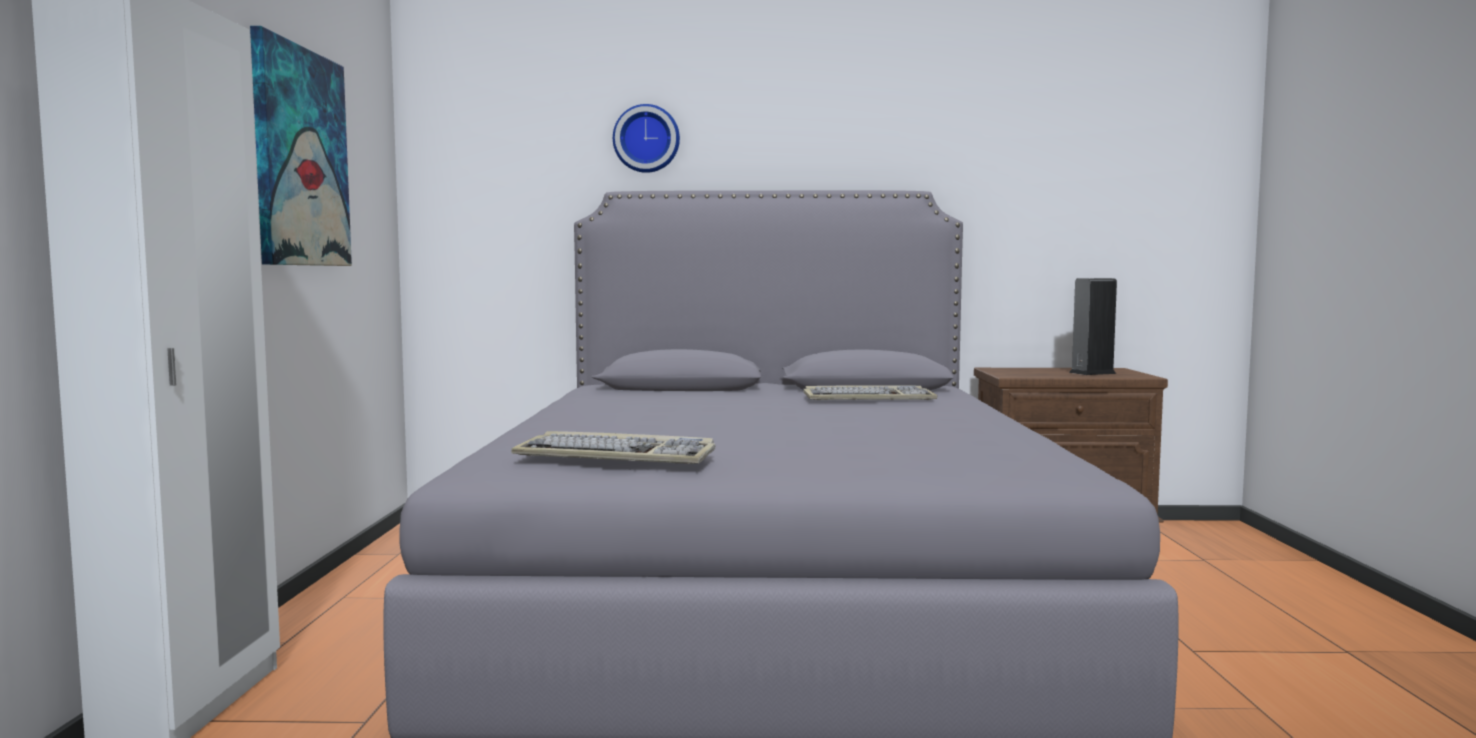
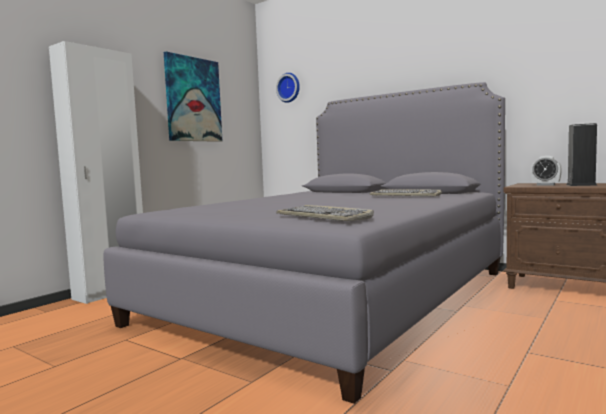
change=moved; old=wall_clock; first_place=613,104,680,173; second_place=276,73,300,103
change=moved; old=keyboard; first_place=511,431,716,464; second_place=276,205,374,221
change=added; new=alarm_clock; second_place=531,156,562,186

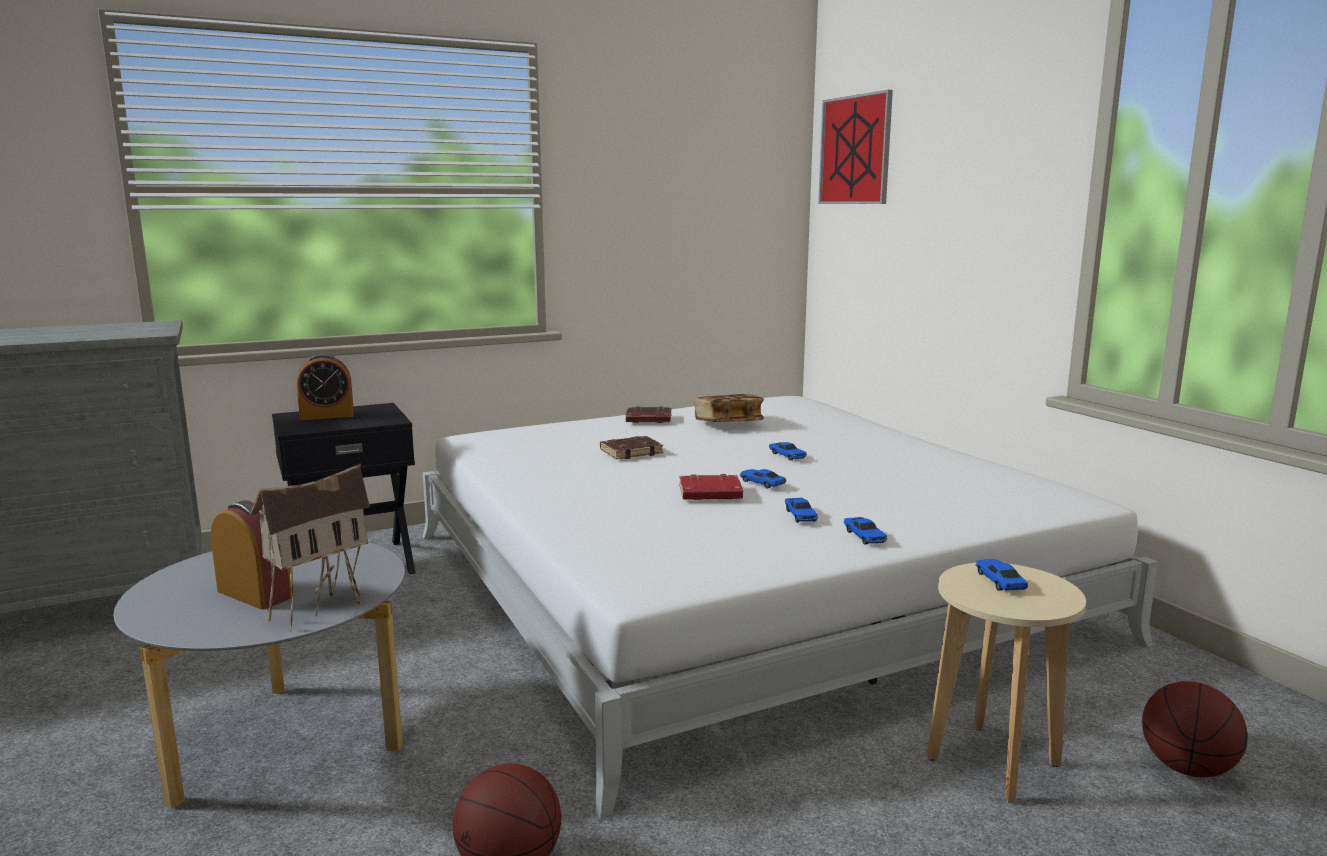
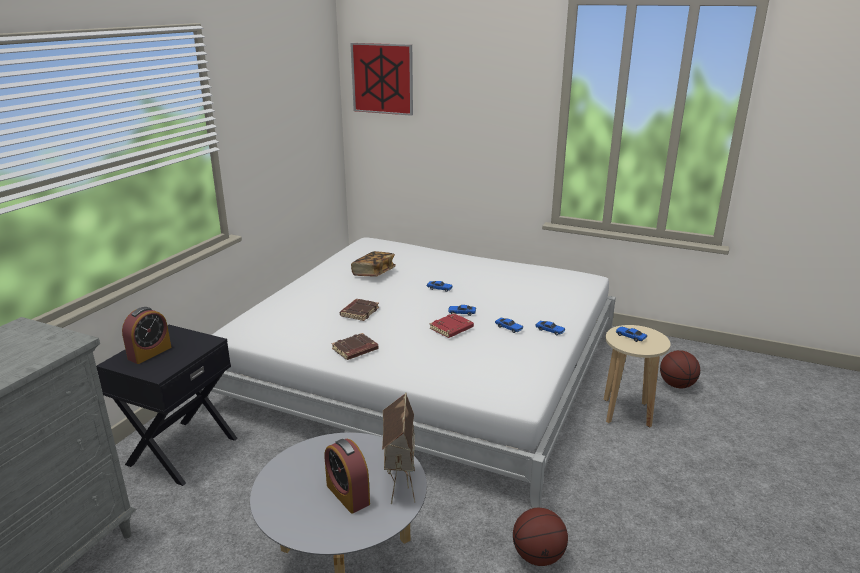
change=turned; old=alarm_clock; first_place=211,500,292,610; second_place=325,439,370,514; degrees=-120
change=moved; old=brown_book; first_place=626,406,672,423; second_place=332,333,379,360

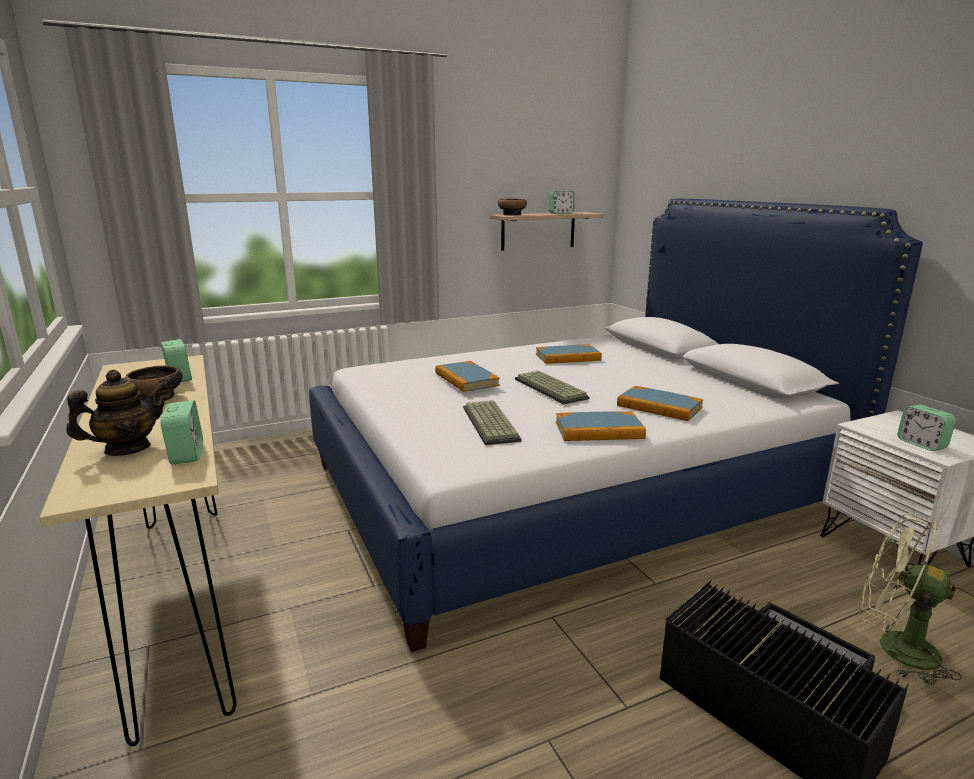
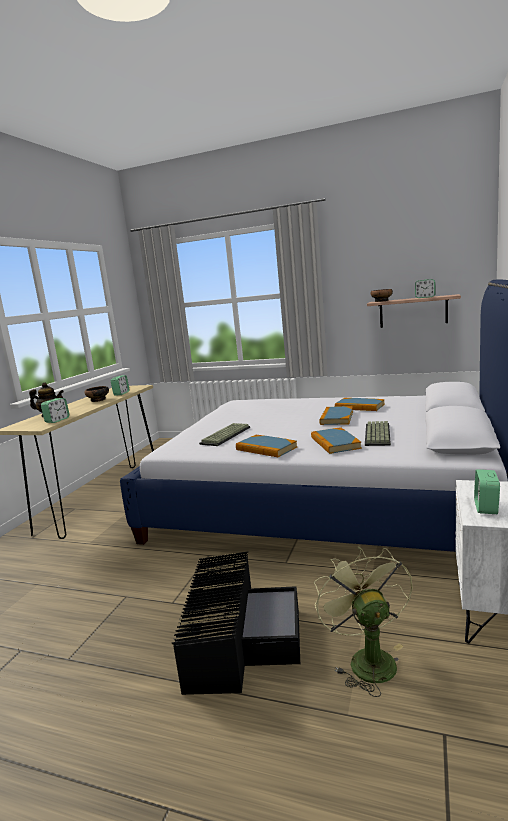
change=moved; old=book; first_place=435,361,500,392; second_place=319,406,353,425
change=moved; old=keyboard; first_place=515,371,590,404; second_place=365,421,391,446

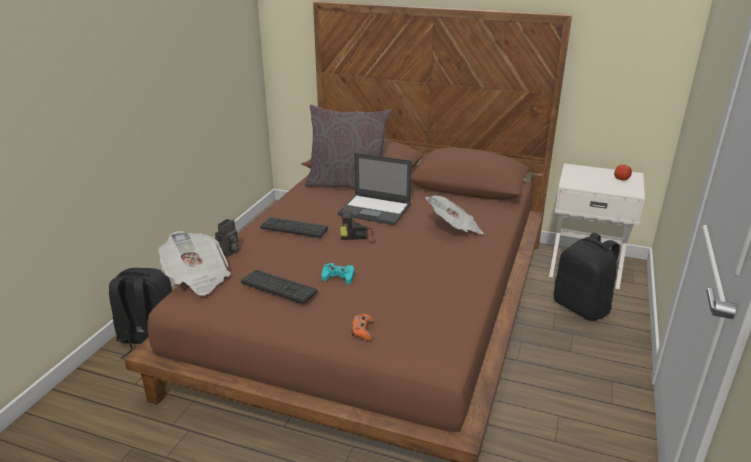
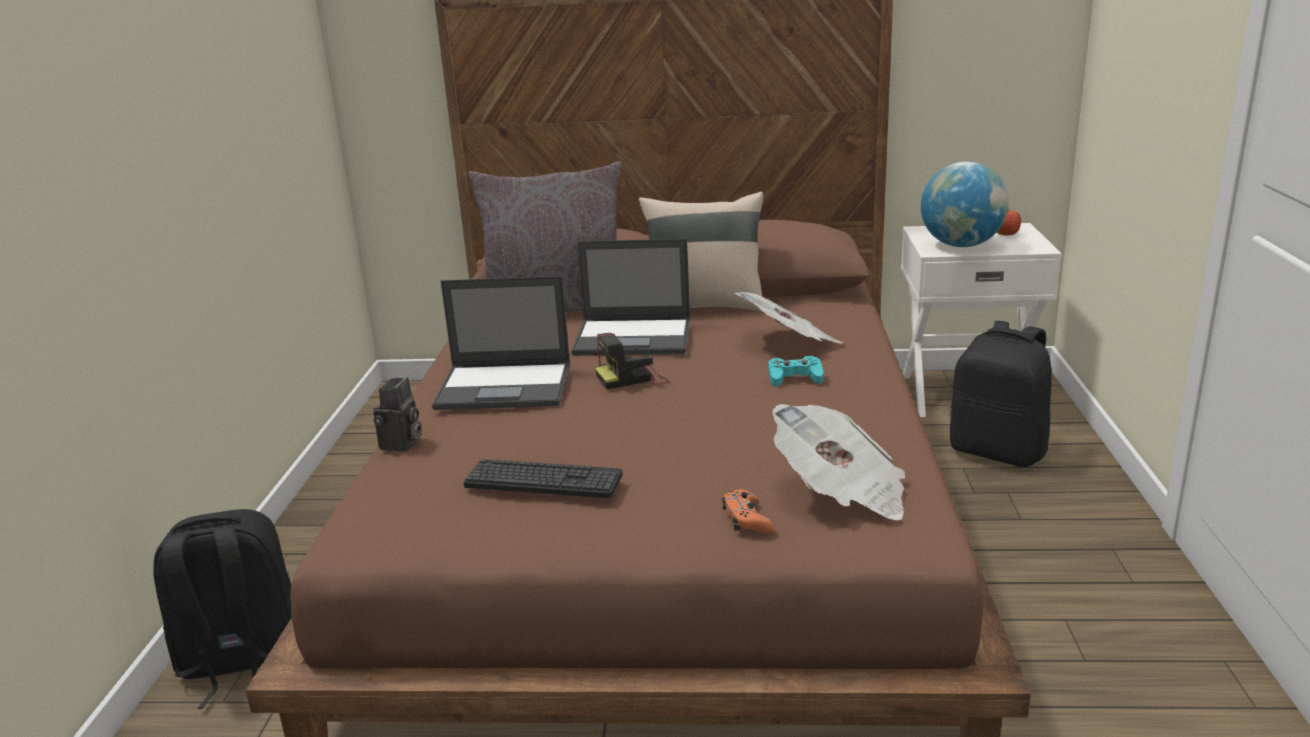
change=replaced; old=keyboard; new=laptop; first_place=260,217,328,238; second_place=432,276,570,410
change=added; new=beige_pillow; second_place=639,192,763,312
change=moved; old=turquoise_game_controller; first_place=321,263,354,284; second_place=768,356,824,387
change=moved; old=newspaper; first_place=158,231,231,296; second_place=773,404,905,520
change=added; new=globe; second_place=921,162,1009,247

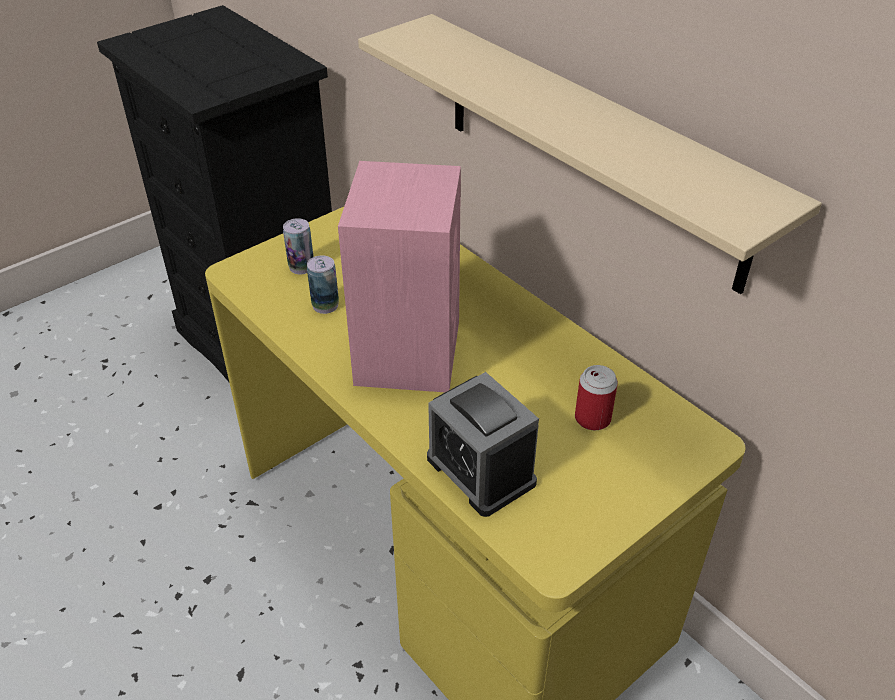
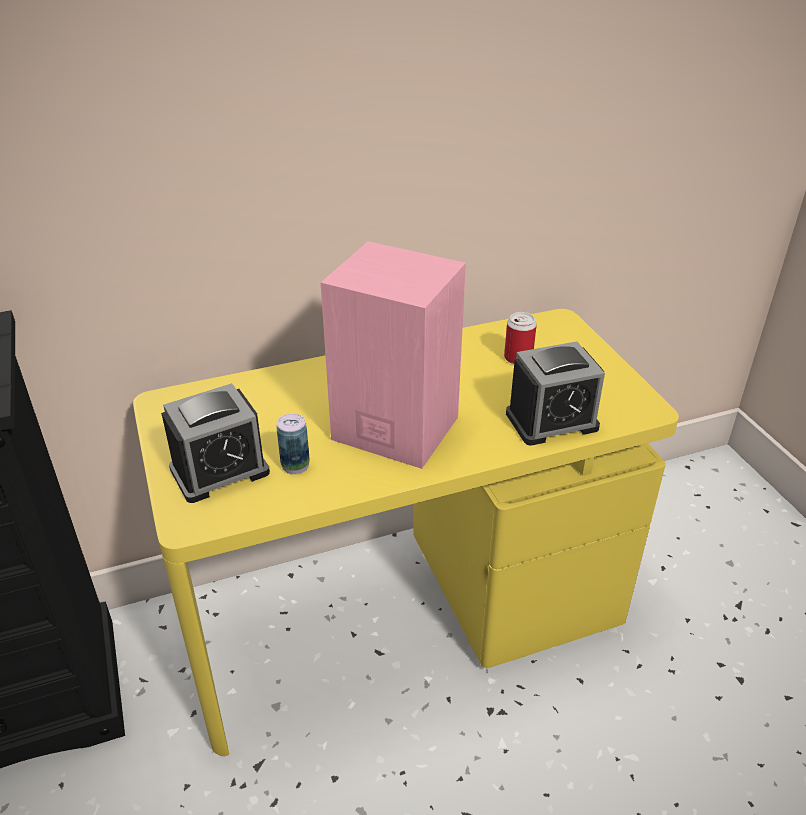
change=replaced; old=can; new=alarm_clock; first_place=283,218,314,274; second_place=161,383,270,503
change=removed; old=beige_shelf; first_place=358,14,822,294

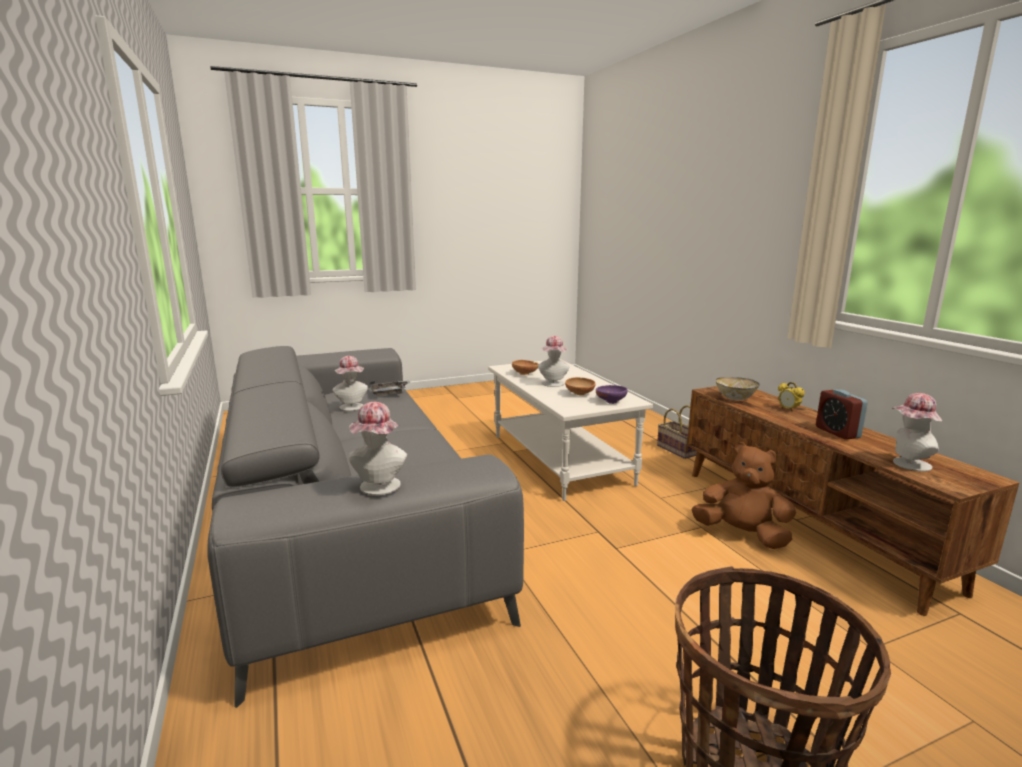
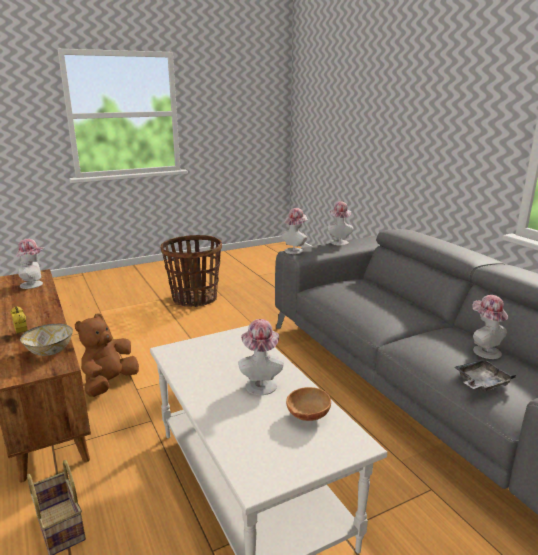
change=turned; old=brown_plush_toy; first_place=691,442,796,549; second_place=75,313,139,397; degrees=90
change=added; new=hat; second_place=282,208,308,254
change=removed; old=brown_bowl; first_place=565,377,596,395
change=removed; old=purple_bowl; first_place=596,385,628,404
change=removed; old=alarm_clock; first_place=816,389,868,440

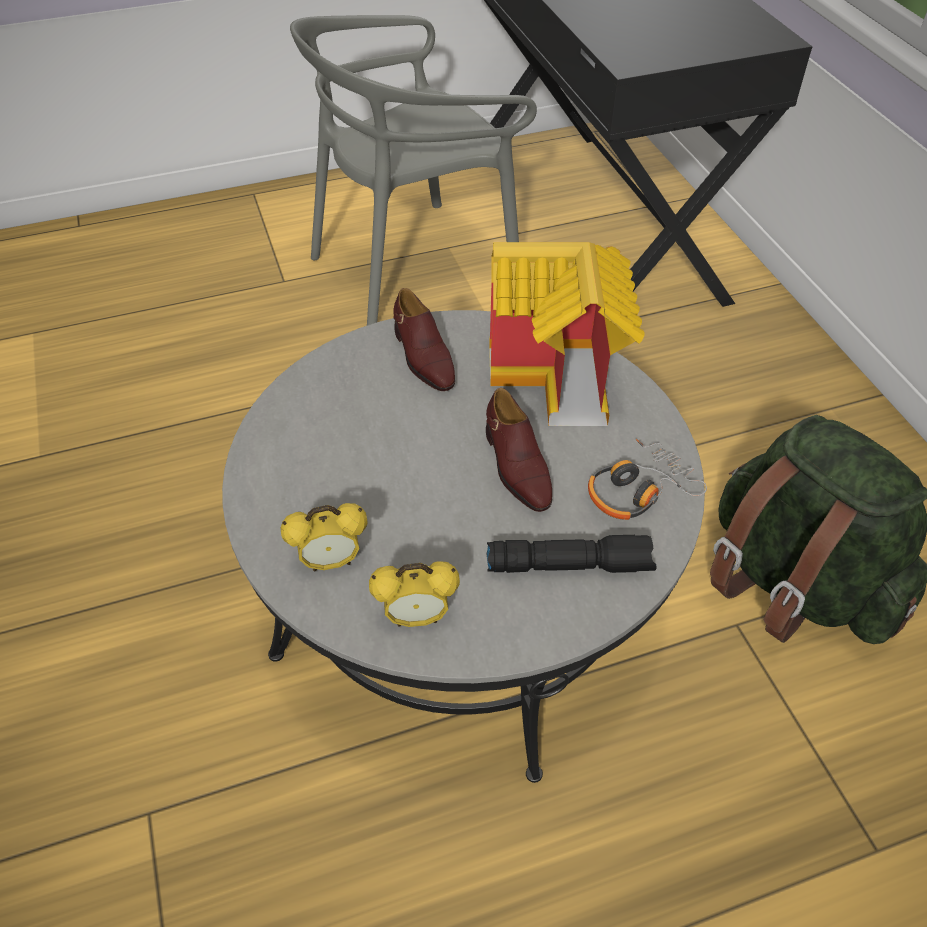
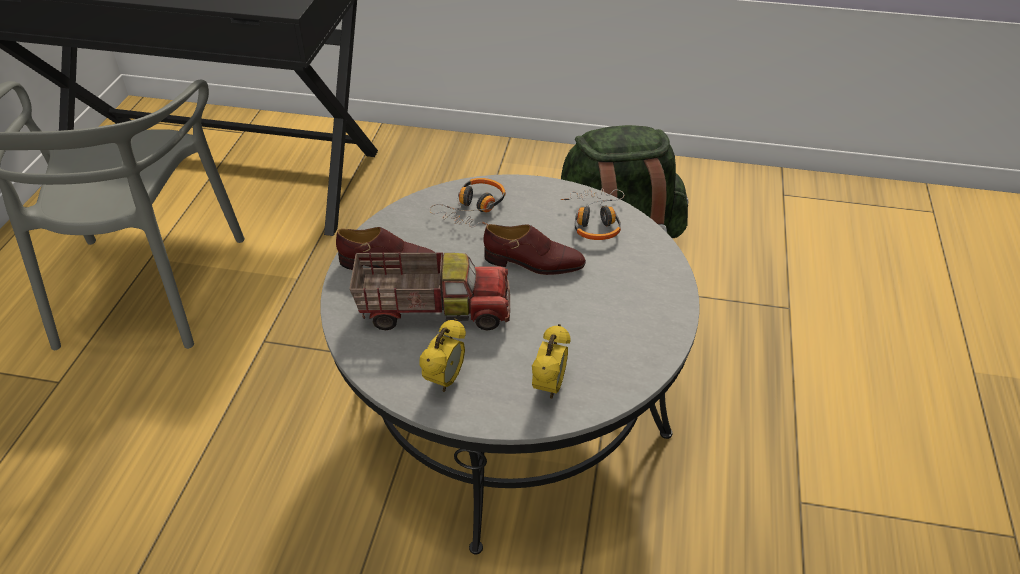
change=added; new=toy_truck; second_place=349,252,510,331
change=moved; old=alarm_clock; first_place=369,561,460,627; second_place=419,319,466,392
change=replaced; old=toy_house; new=headphones; first_place=489,242,645,426; second_place=429,178,506,227
change=removed; old=black_flashlight; first_place=486,535,657,573

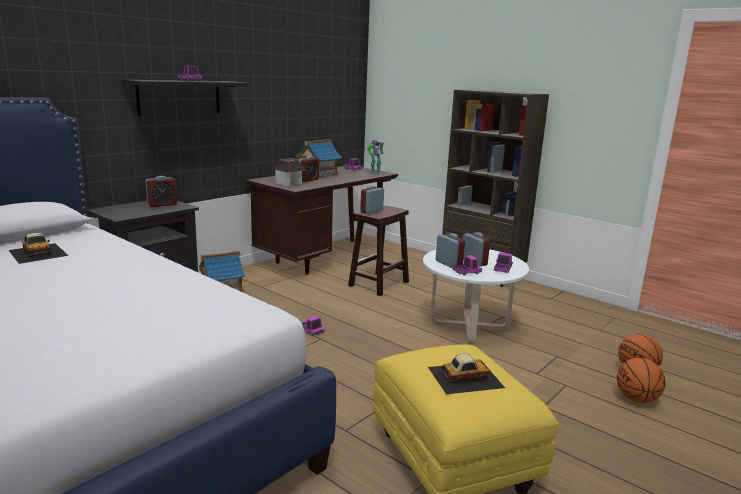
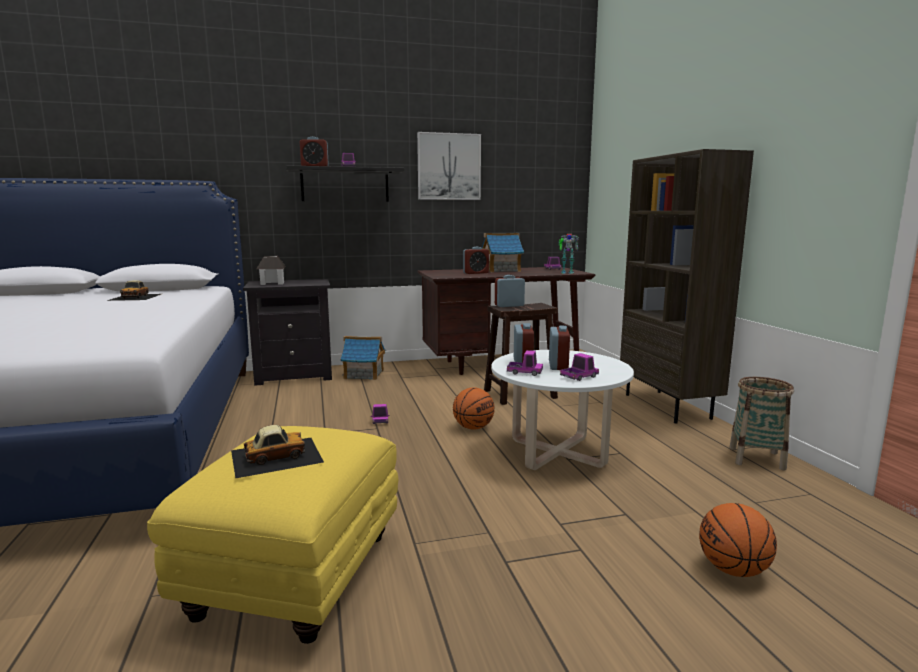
change=turned; old=toy_car; first_place=428,353,505,394; second_place=231,425,324,478; degrees=-45
change=moved; old=toy_house; first_place=272,158,306,186; second_place=256,256,286,285
change=moved; old=alarm_clock; first_place=146,176,177,207; second_place=300,137,329,166
change=added; new=picture; second_place=417,132,481,200
change=moved; old=basketball; first_place=617,358,666,403; second_place=453,387,494,430
change=added; new=basket; second_place=729,377,794,470

